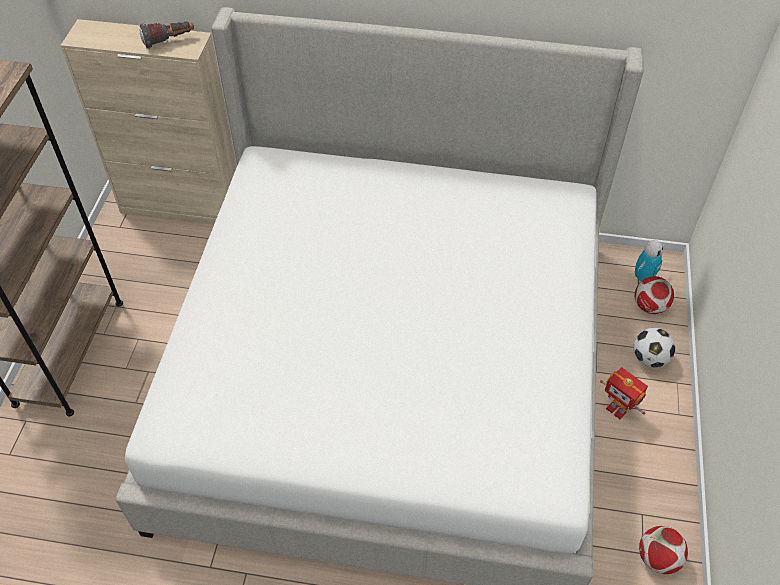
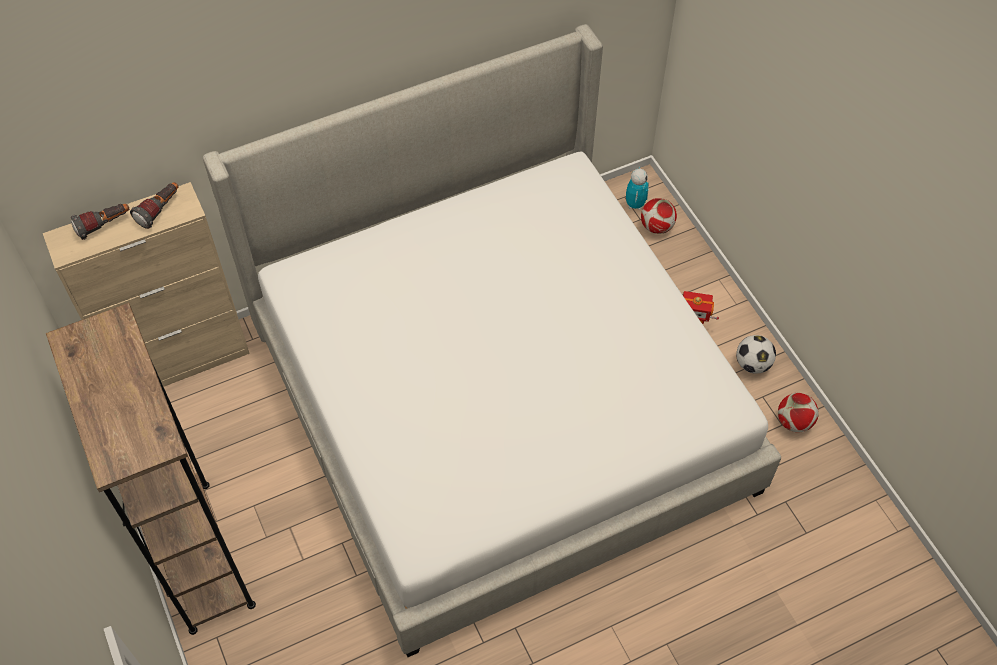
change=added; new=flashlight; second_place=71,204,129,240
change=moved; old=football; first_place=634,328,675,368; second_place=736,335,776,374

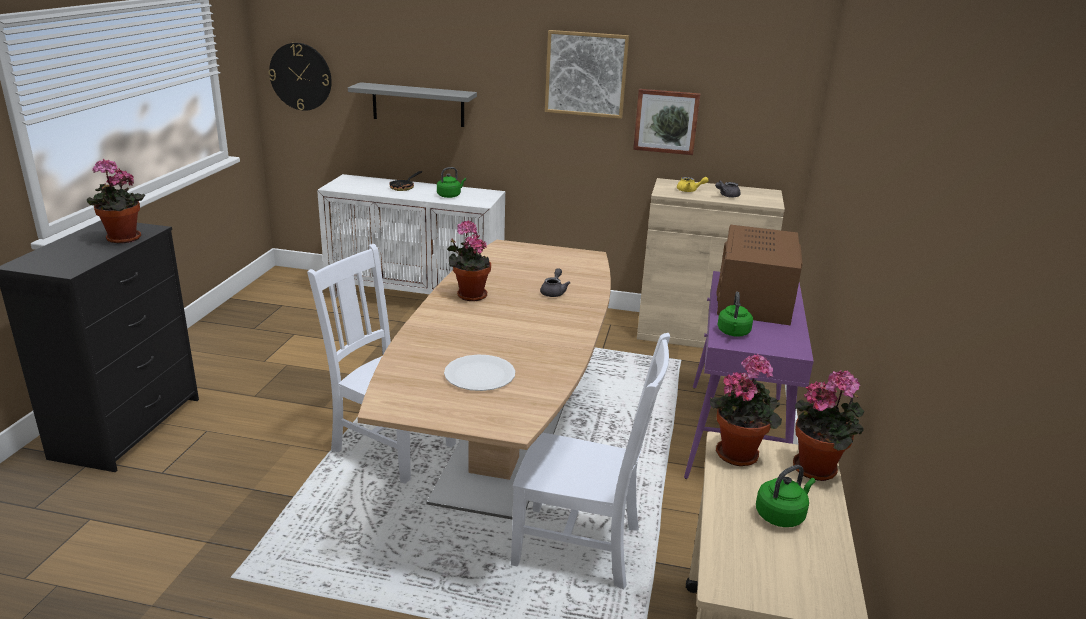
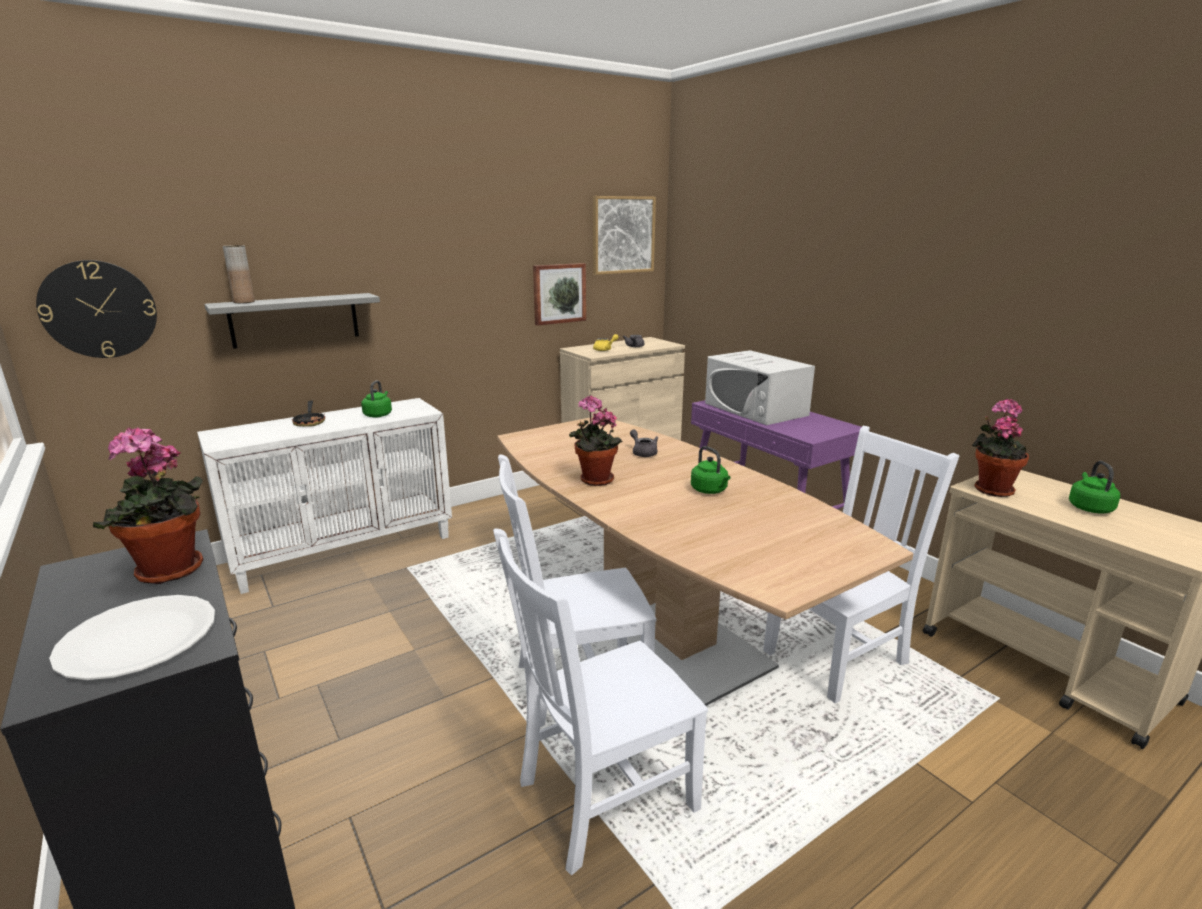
change=moved; old=white_plate; first_place=444,355,515,391; second_place=49,595,215,680
change=added; new=brown_vase; second_place=223,245,255,303
change=added; new=white_chair; second_place=493,528,708,875
change=moved; old=picture; first_place=545,30,629,119; second_place=593,196,656,275
change=moved; old=green_kettle; first_place=717,292,753,337; second_place=691,446,730,494
change=recoloured; old=brown_microwave; new=white_microwave; first_place=716,225,802,326; second_place=705,350,815,425
change=removed; old=potted_plant; first_place=793,371,864,481

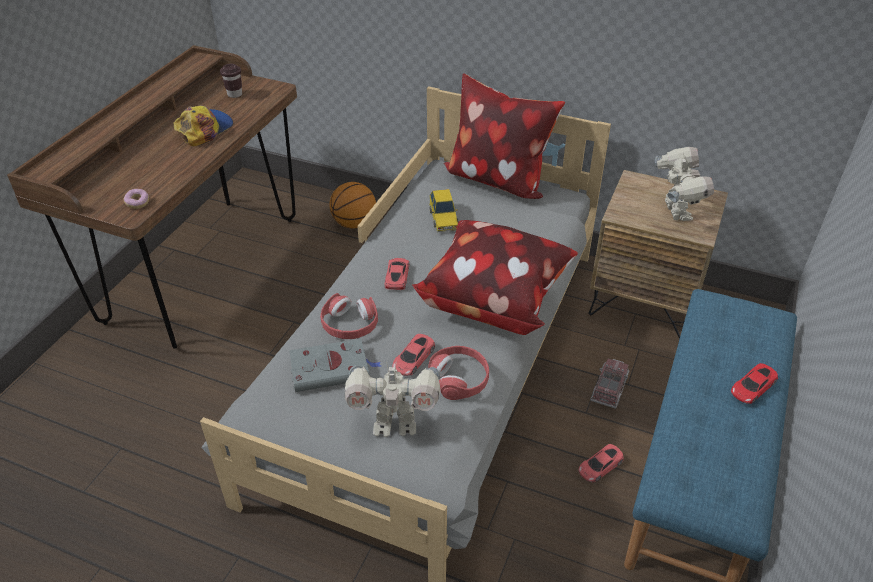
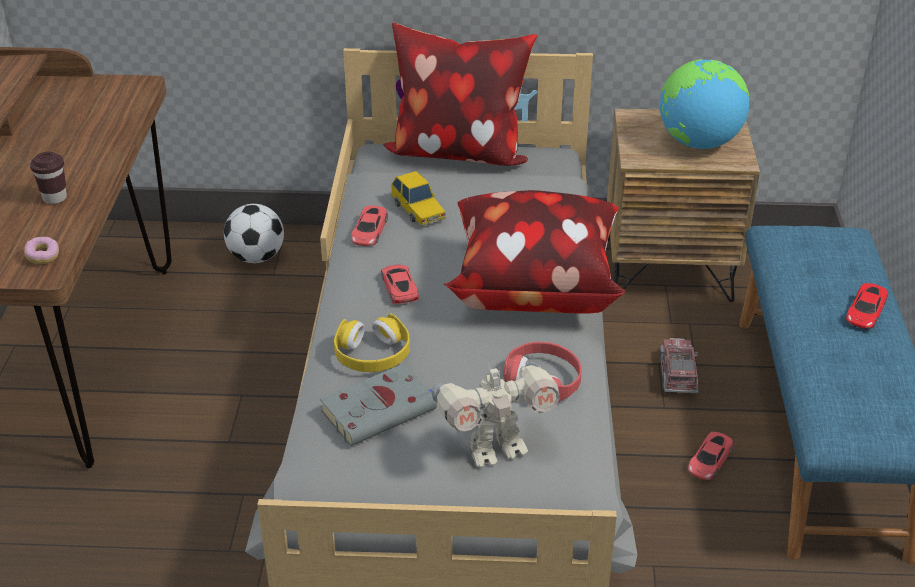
change=moved; old=brown_cup; first_place=220,64,242,98; second_place=30,152,67,204
change=replaced; old=basketball; new=football; first_place=329,182,376,228; second_place=224,204,284,263
change=recoloured; old=red_headphones; new=yellow_headphones; first_place=320,293,378,339; second_place=334,313,410,372
change=moved; old=red_toy_car; first_place=392,334,435,376; second_place=351,206,388,246
change=replaced; old=toy_robot; new=globe; first_place=655,147,714,221; second_place=660,59,749,149
change=removed; old=cap; first_place=173,106,233,146

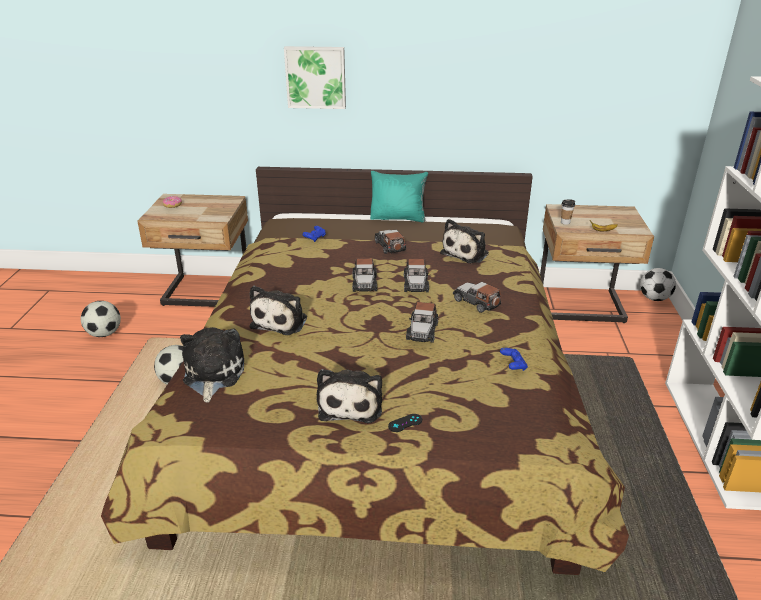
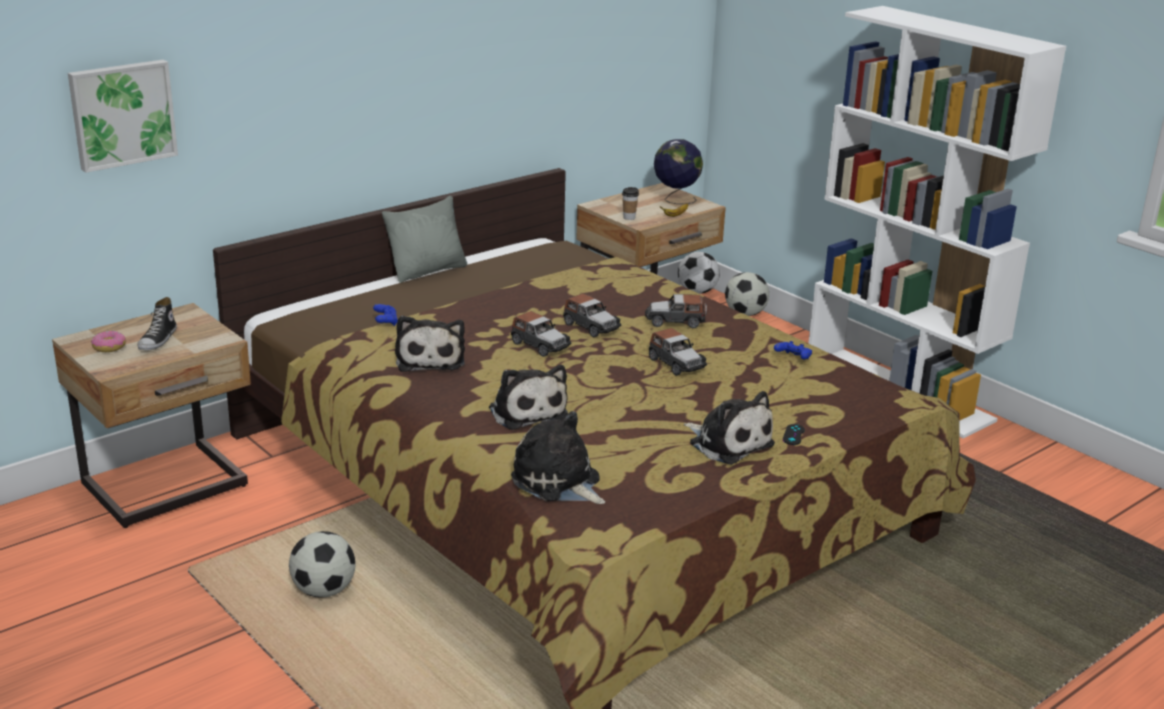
change=moved; old=picture; first_place=284,46,346,109; second_place=68,60,178,173
change=added; new=shoe; second_place=138,297,177,350
change=recoloured; old=turquoise_pillow; new=grey_pillow; first_place=370,171,428,222; second_place=382,195,467,283
change=moved; old=plush_toy; first_place=440,219,489,263; second_place=395,316,465,372
change=added; new=globe; second_place=654,139,703,204
change=moved; old=football; first_place=81,301,121,337; second_place=725,272,769,316
change=removed; old=toy_car; first_place=375,229,406,254

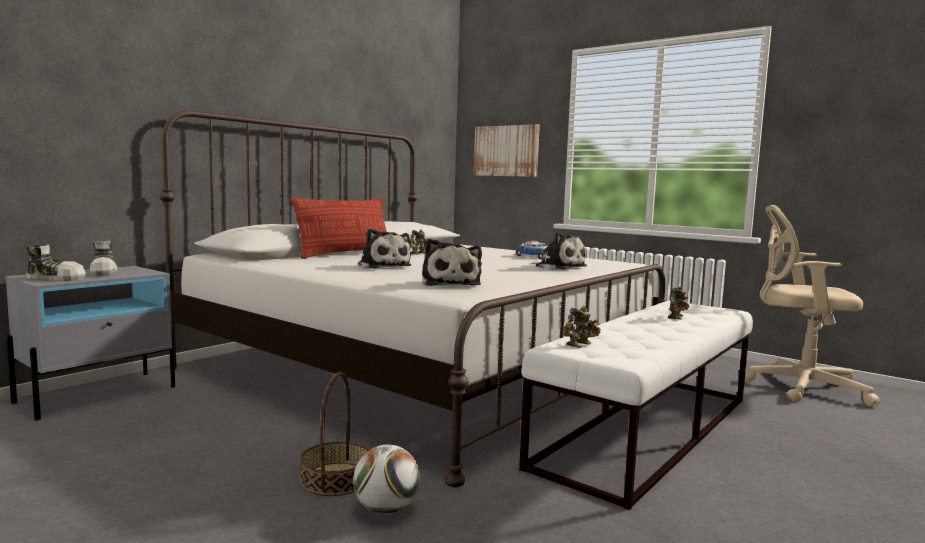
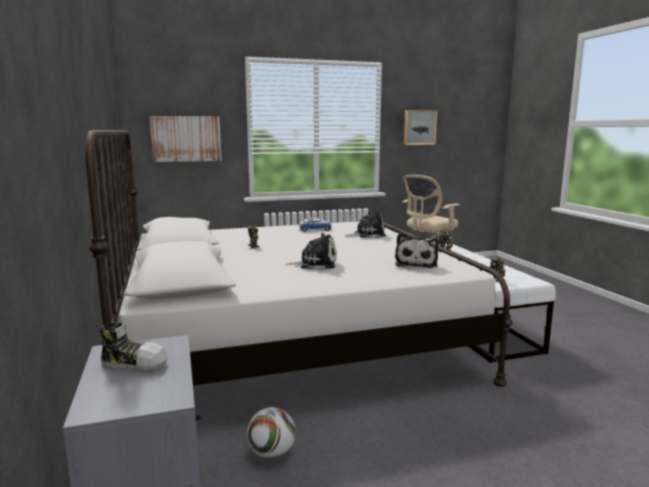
change=moved; old=football; first_place=353,445,420,515; second_place=247,407,296,459
change=turned; old=plush_toy; first_place=422,239,482,286; second_place=395,233,439,268; degrees=75
change=added; new=picture; second_place=404,110,437,145
change=removed; old=shoe; first_place=26,245,86,281
change=removed; old=pillow; first_place=291,197,387,259
change=removed; old=basket; first_place=300,372,369,496

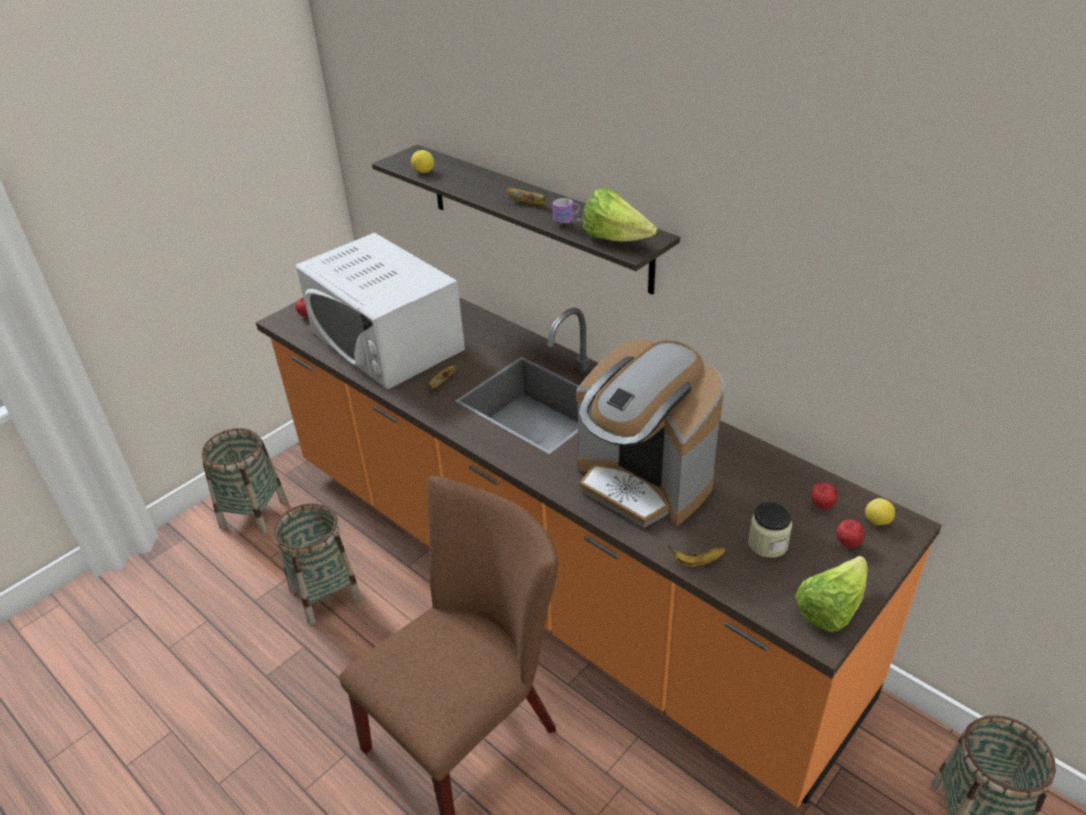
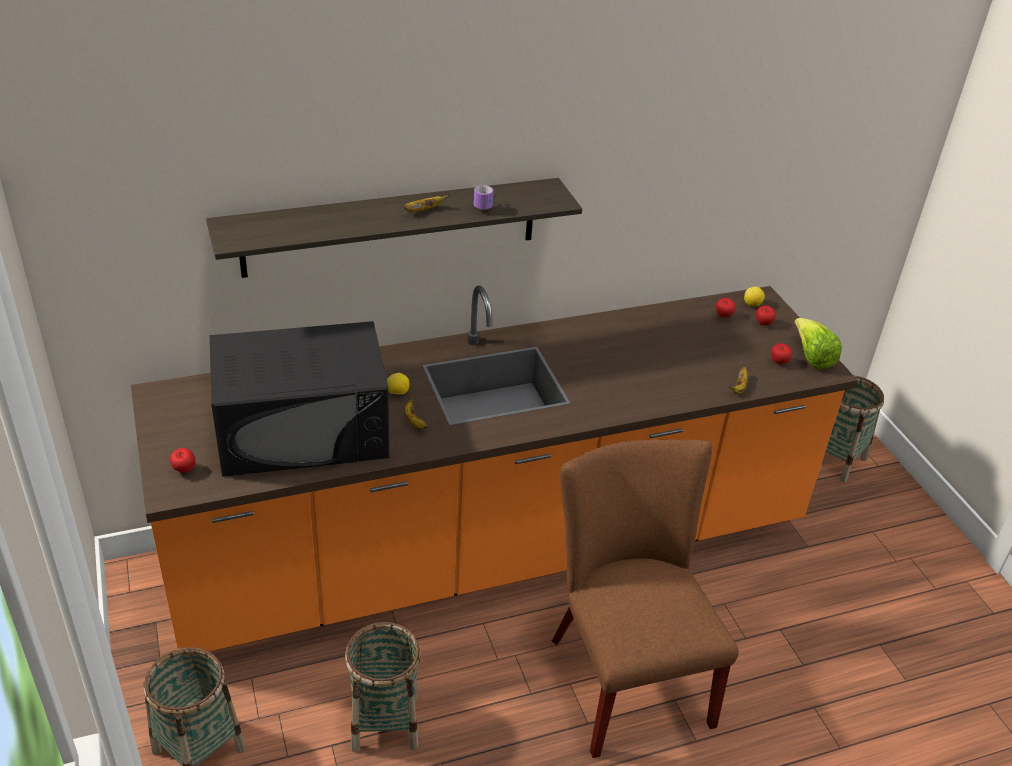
change=recoloured; old=white_microwave; new=black_microwave; first_place=296,233,465,389; second_place=210,321,389,477
change=moved; old=lemon; first_place=411,150,434,173; second_place=387,373,409,394
change=added; new=apple; second_place=771,343,792,364
change=removed; old=coffee_machine; first_place=577,340,725,528
change=removed; old=lettuce; first_place=583,189,657,242
change=removed; old=jar; first_place=748,502,792,558

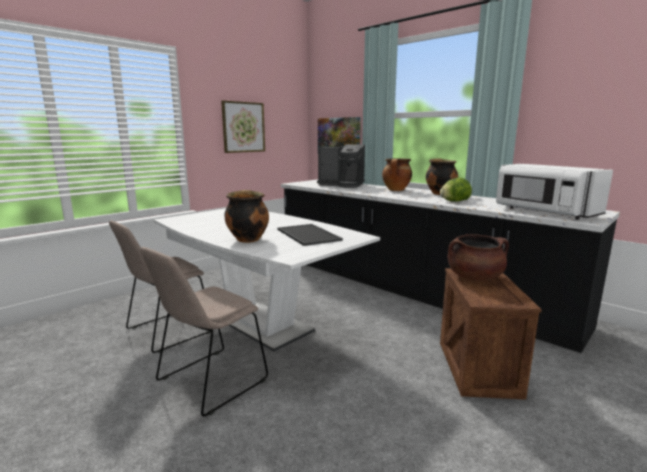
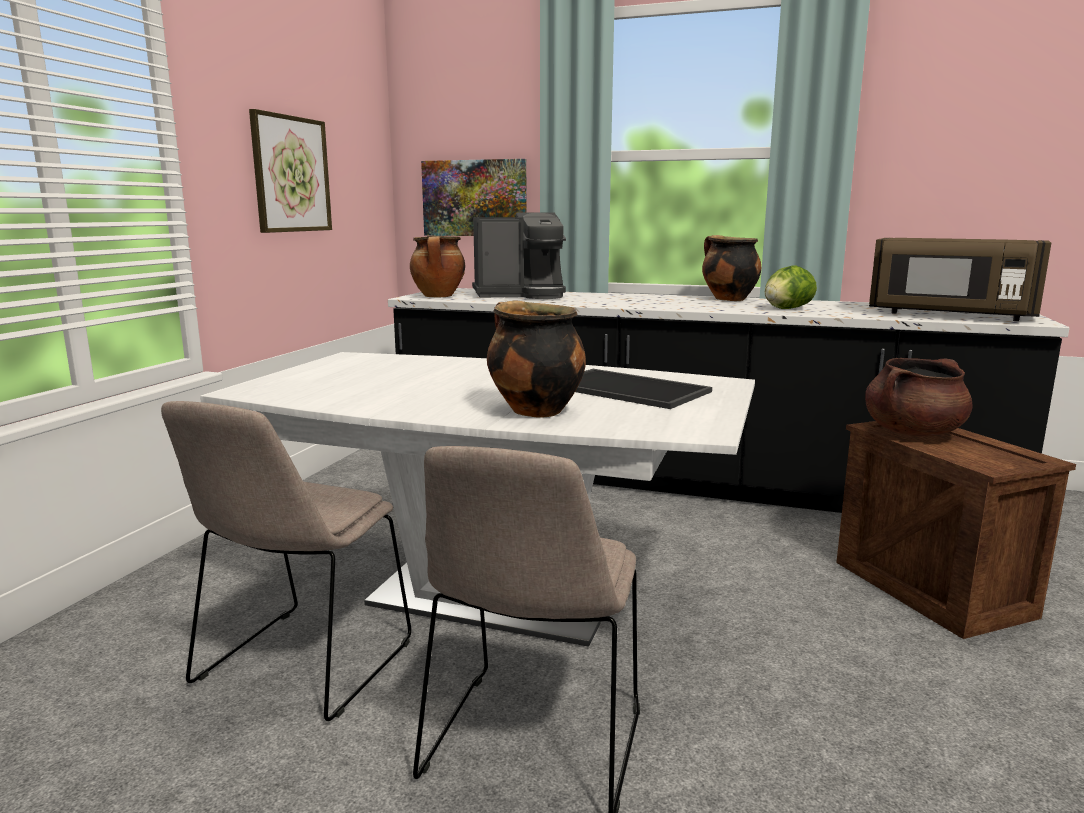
change=moved; old=cooking_pot; first_place=382,158,412,191; second_place=410,235,465,297
change=recoloured; old=white_microwave; new=brown_microwave; first_place=496,164,613,220; second_place=869,238,1051,321

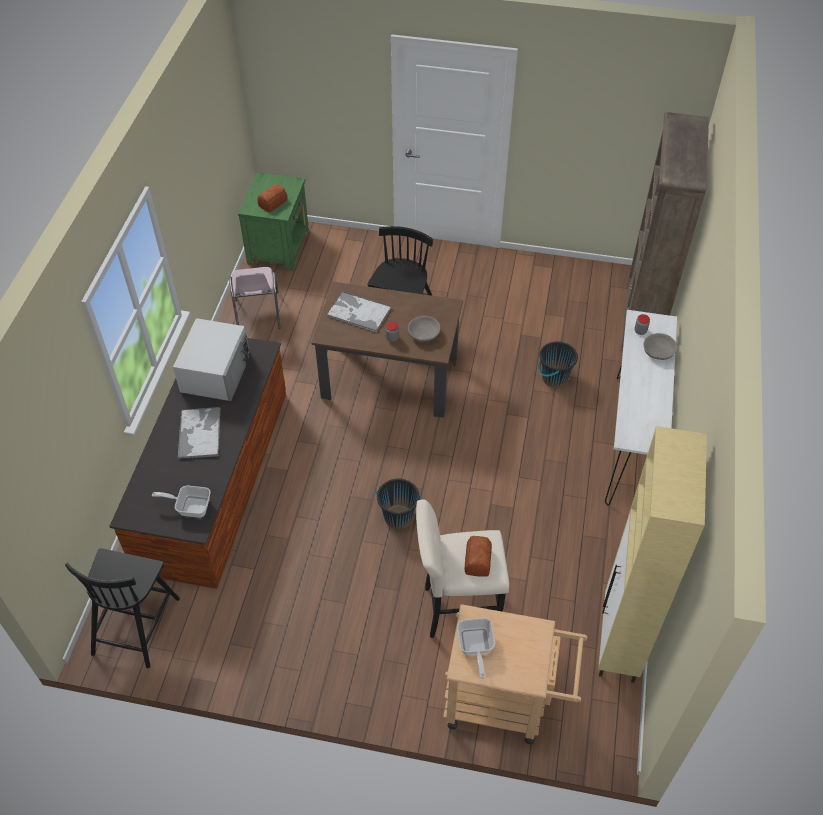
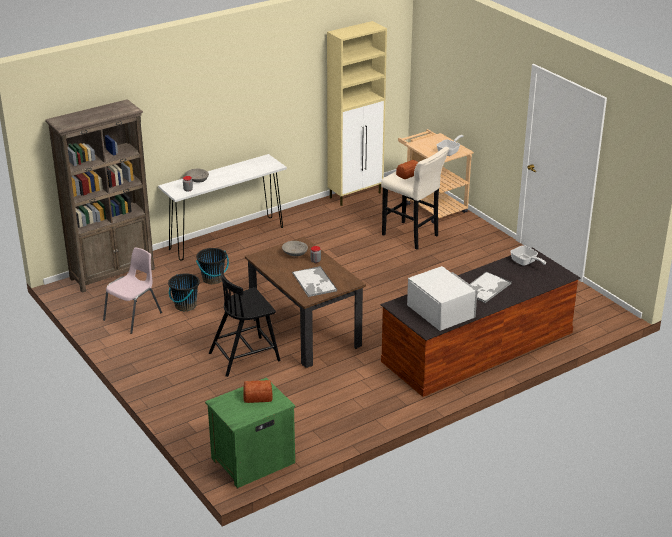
change=moved; old=pink_chair; first_place=229,267,281,329; second_place=103,248,162,334
change=moved; old=black_bucket; first_place=375,478,422,529; second_place=168,273,200,311
change=turned; old=white_microwave; first_place=173,318,250,401; second_place=407,266,478,331; degrees=90
change=removed; old=black_chair; first_place=65,548,180,669

